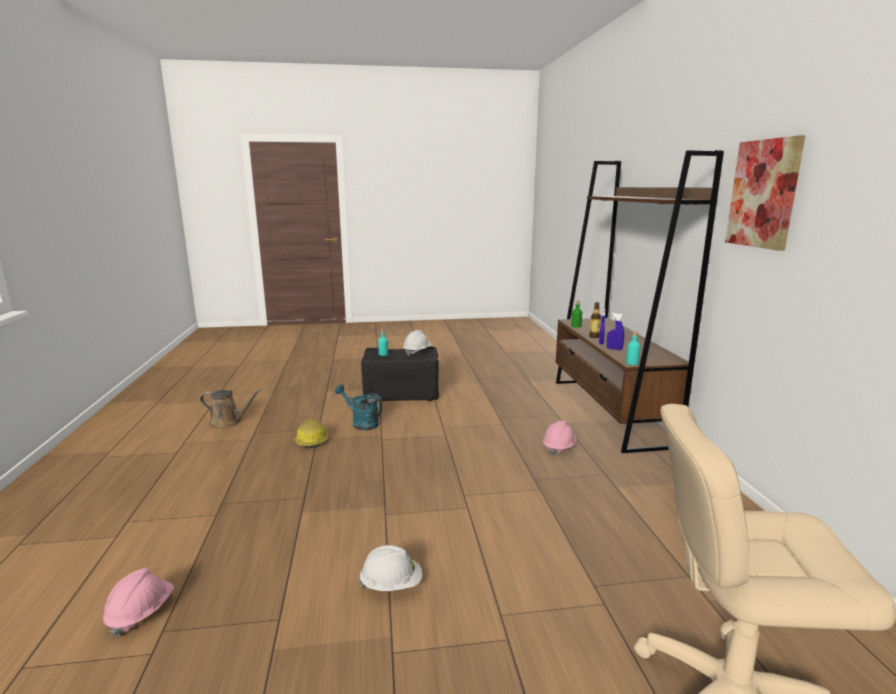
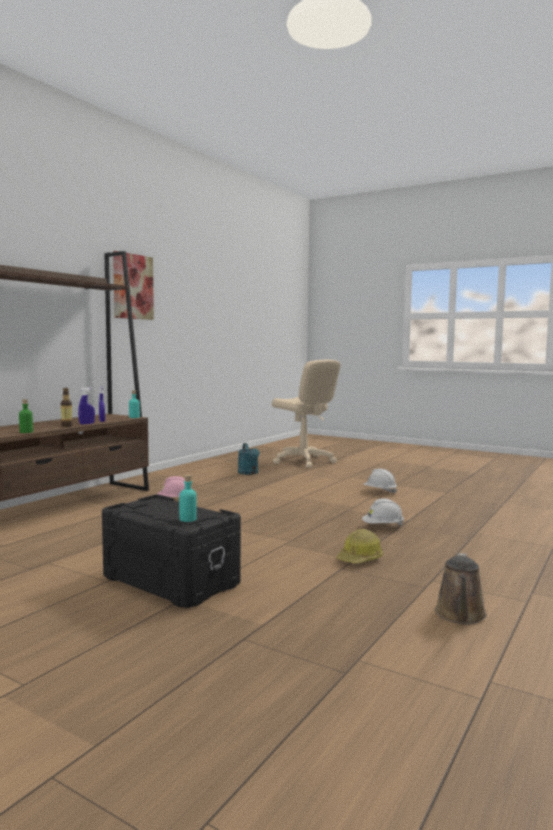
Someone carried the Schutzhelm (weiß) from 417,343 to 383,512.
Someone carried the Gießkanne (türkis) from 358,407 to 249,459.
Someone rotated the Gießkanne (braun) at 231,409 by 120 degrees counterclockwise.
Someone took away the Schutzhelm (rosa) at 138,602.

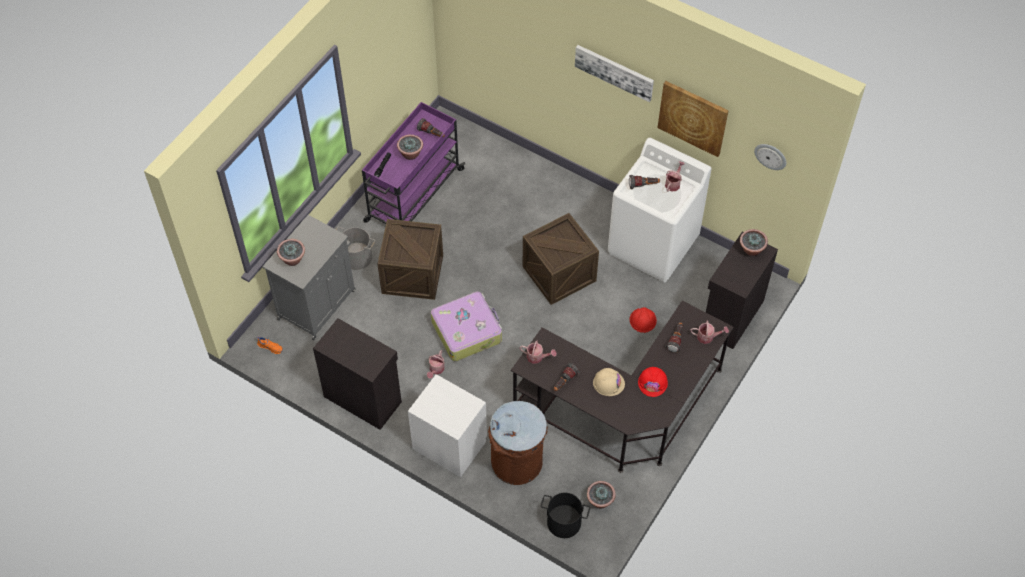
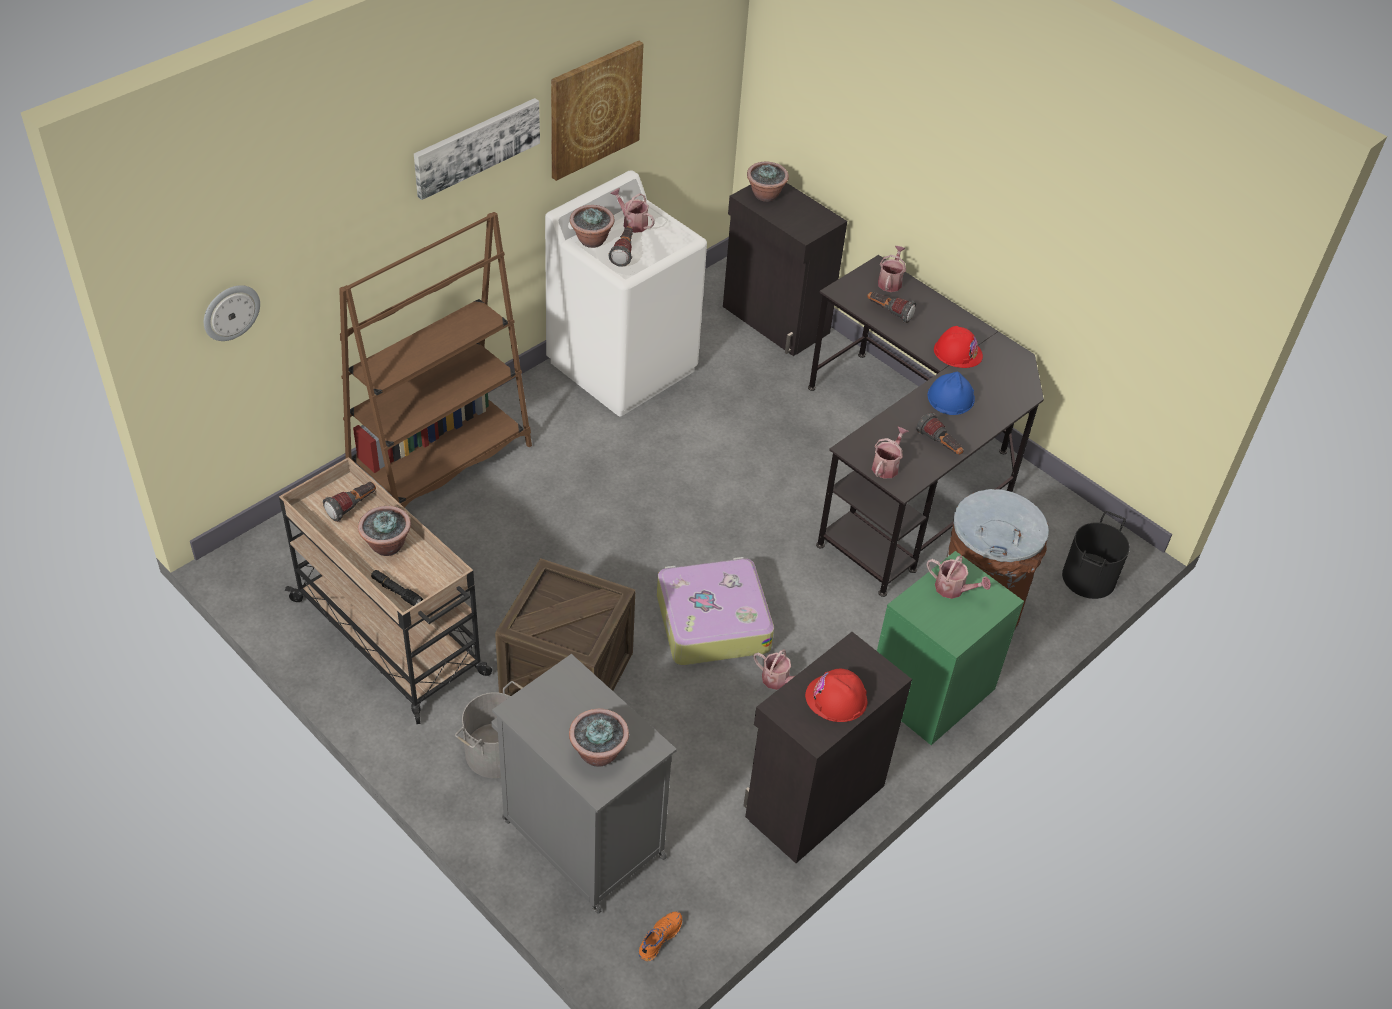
Someone repainted the Rollwagen (lila) at 413,163, which became the Rollwagen (beige) at 385,590.
Someone carried the Wanduhr from 770,157 to 232,313.
Someone took away the Kiste at 561,259.
Someone carried the Schutzhelm (rot) from 643,320 to 836,695.
Someone repainted the Schutzhelm (beige) at 609,382, which became the Schutzhelm (blau) at 951,393.
Someone repainted the Nachttisch (weiß) at 447,425, which became the Nachttisch (grün) at 950,648.
Someone carried the Topfpflanze from 601,494 to 592,226.
Someone put down the Bücherregal (braun) at 435,360.
Someone put down the Gießkanne at 959,577.

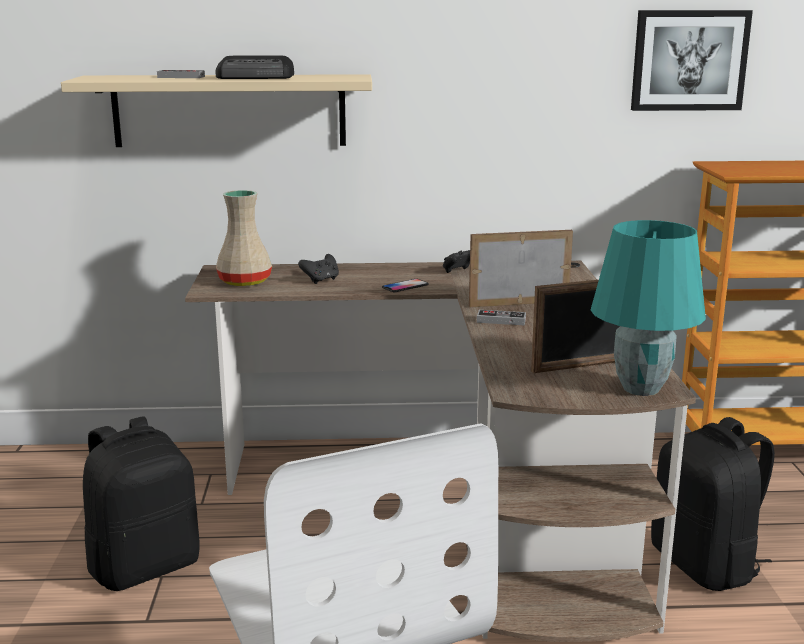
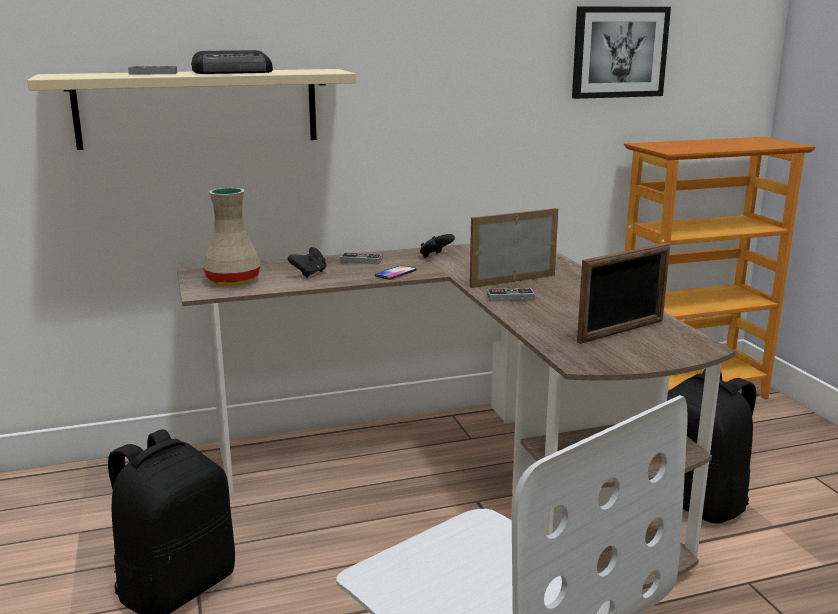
Someone took away the Tischlampe (türkis) at 648,308.
Someone put down the Gamepad at 361,258.

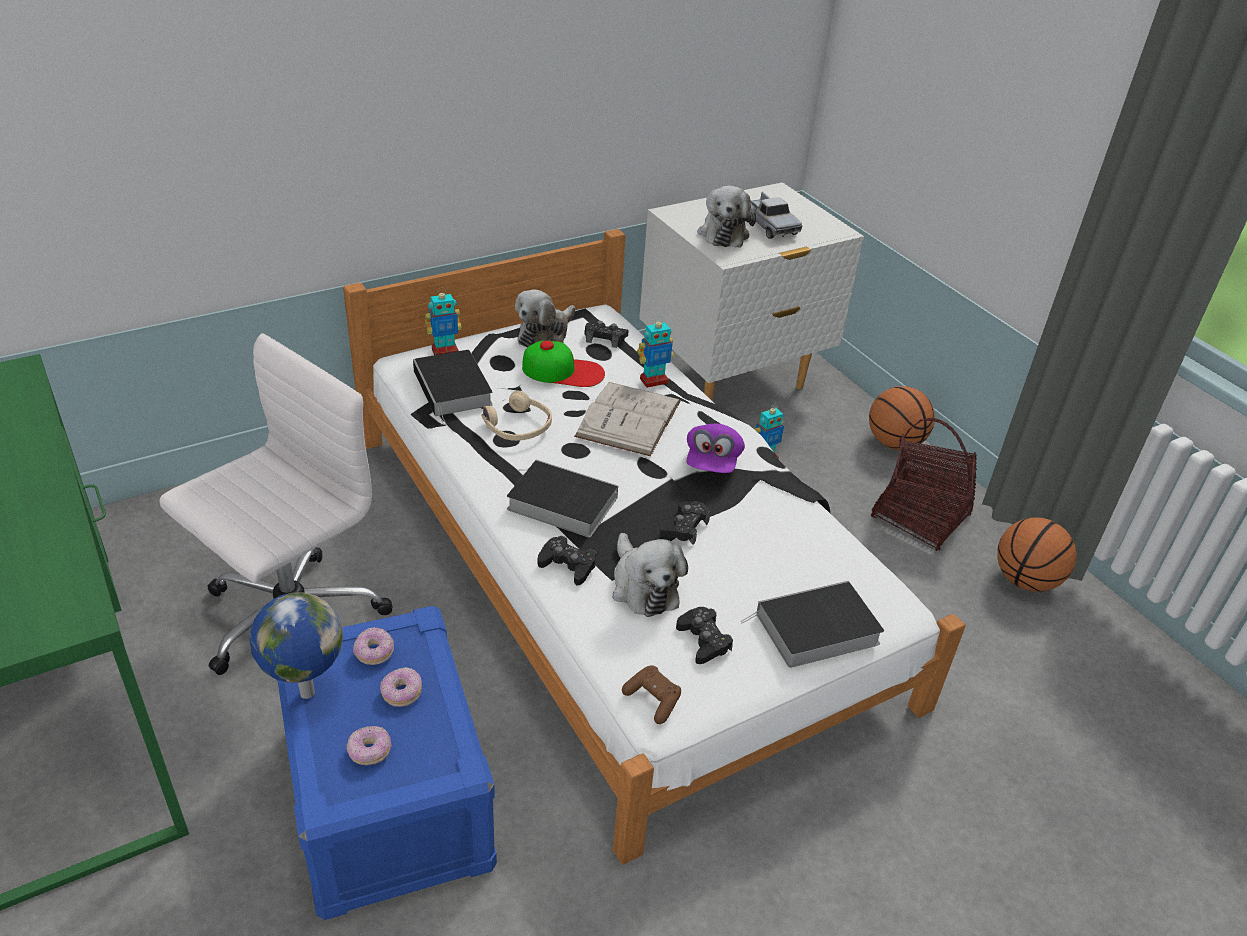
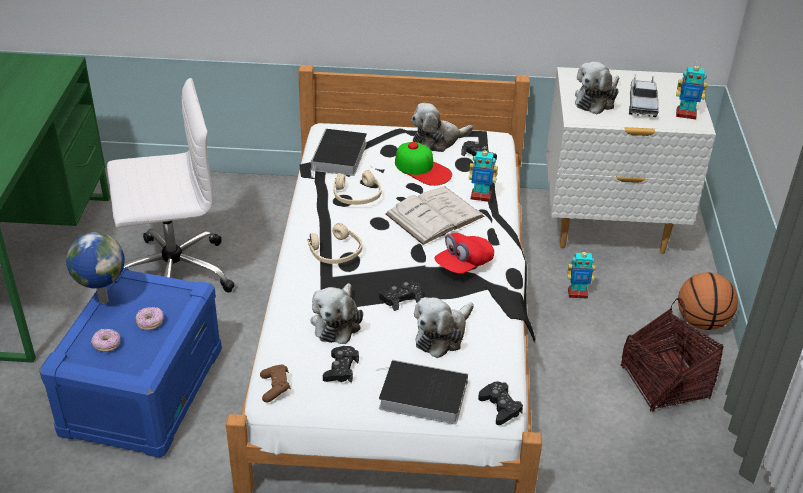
Someone carried the Spielzeugroboter from 443,321 to 691,90.
Someone repainted the Kappe (lila) at 716,448, which became the Kappe (rot) at 464,253.
Someone swapped the Buch at 562,498 for the Kopfhörer (beige) at 334,243.
Someone took away the Basketball at 1036,554.
Someone carried the Gamepad (schwarz) from 567,561 to 500,403.
Someone took away the Donut at 373,646.
Someone put down the Plüschtier at 444,327.

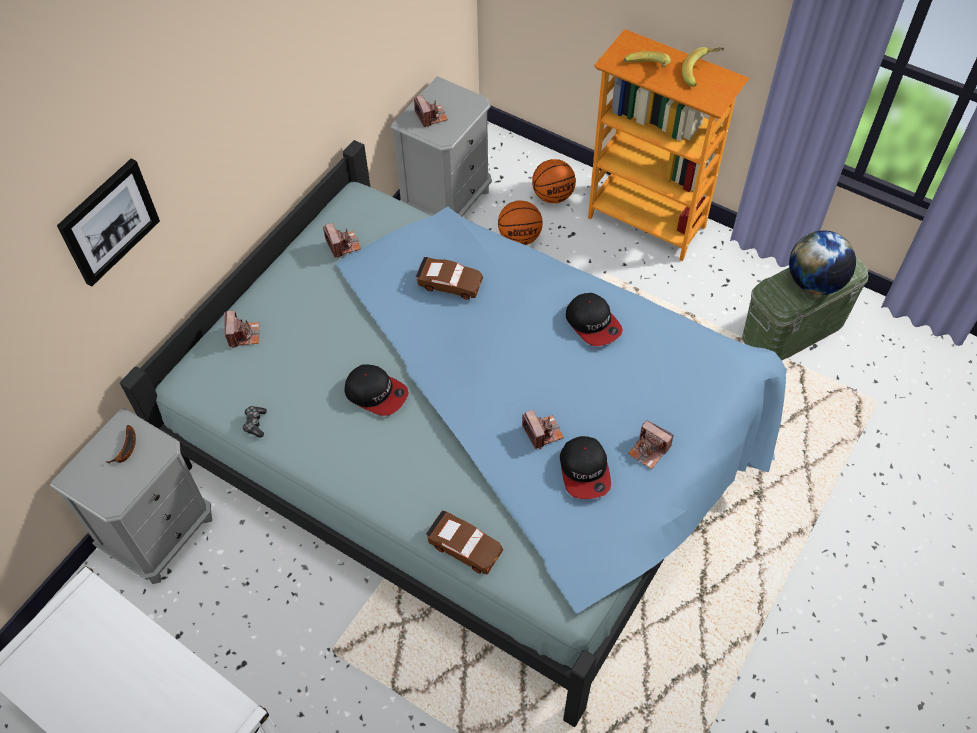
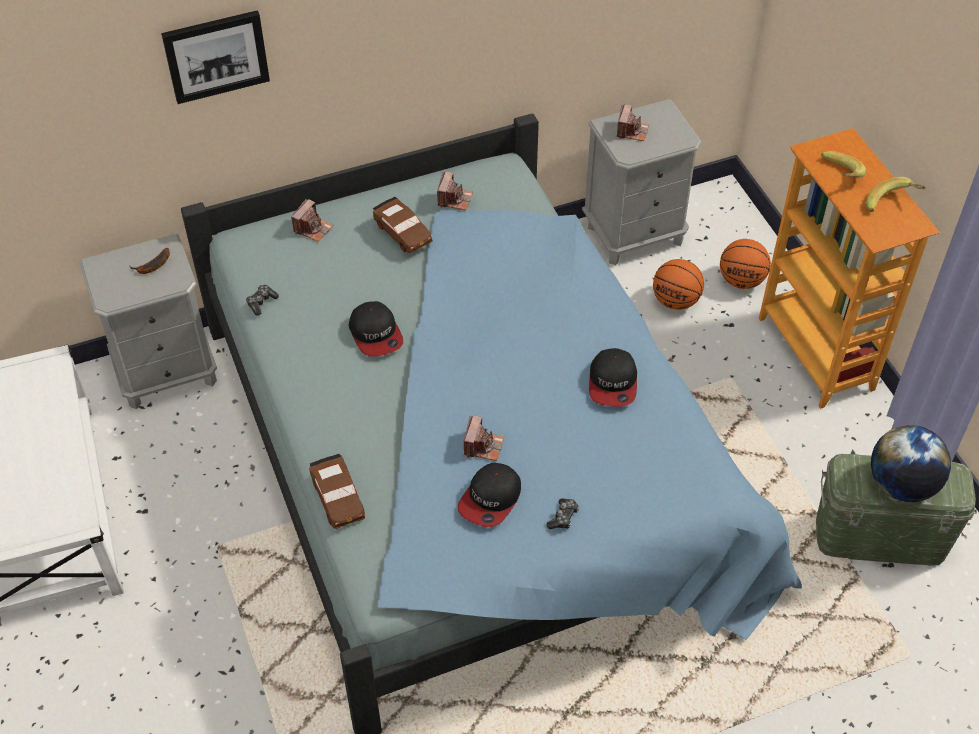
Someone carried the Spielzeugauto (braun) from 449,278 to 403,225.
Someone swapped the Kamera at 650,444 for the Gamepad at 562,513.

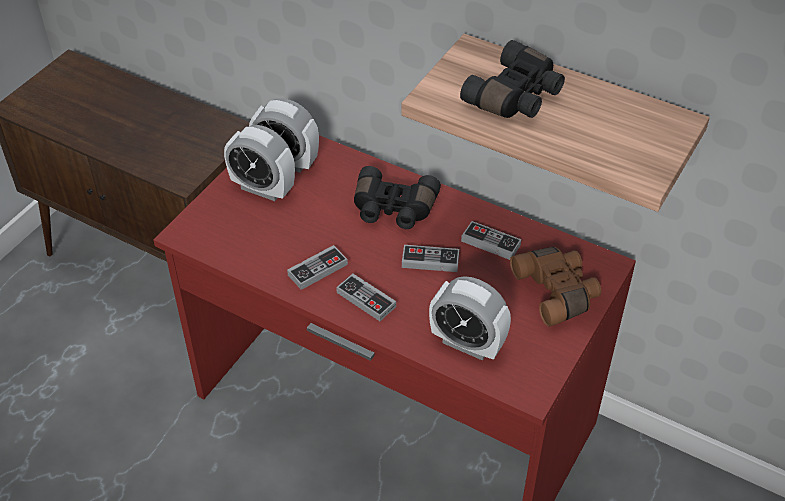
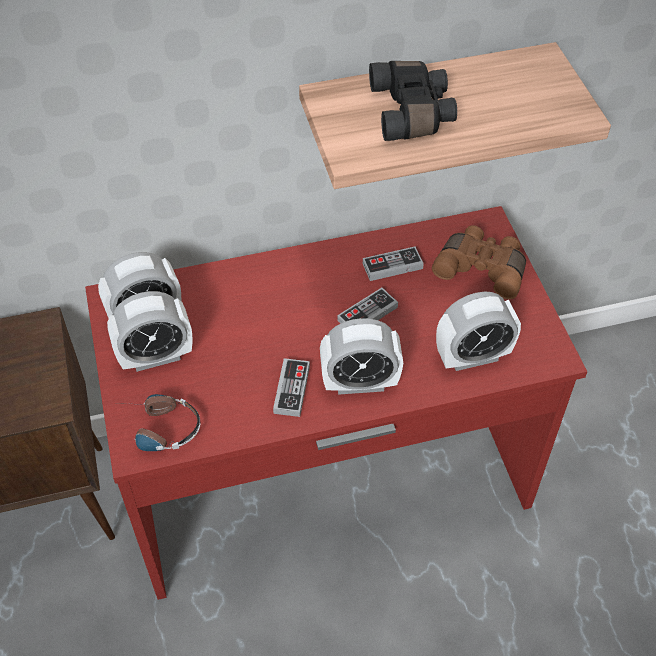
Someone took away the Fernglas (schwarz) at 397,197.
Someone swapped the Gamepad at 366,297 for the Wecker at 361,356.
Someone put down the Kopfhörer at 162,422.

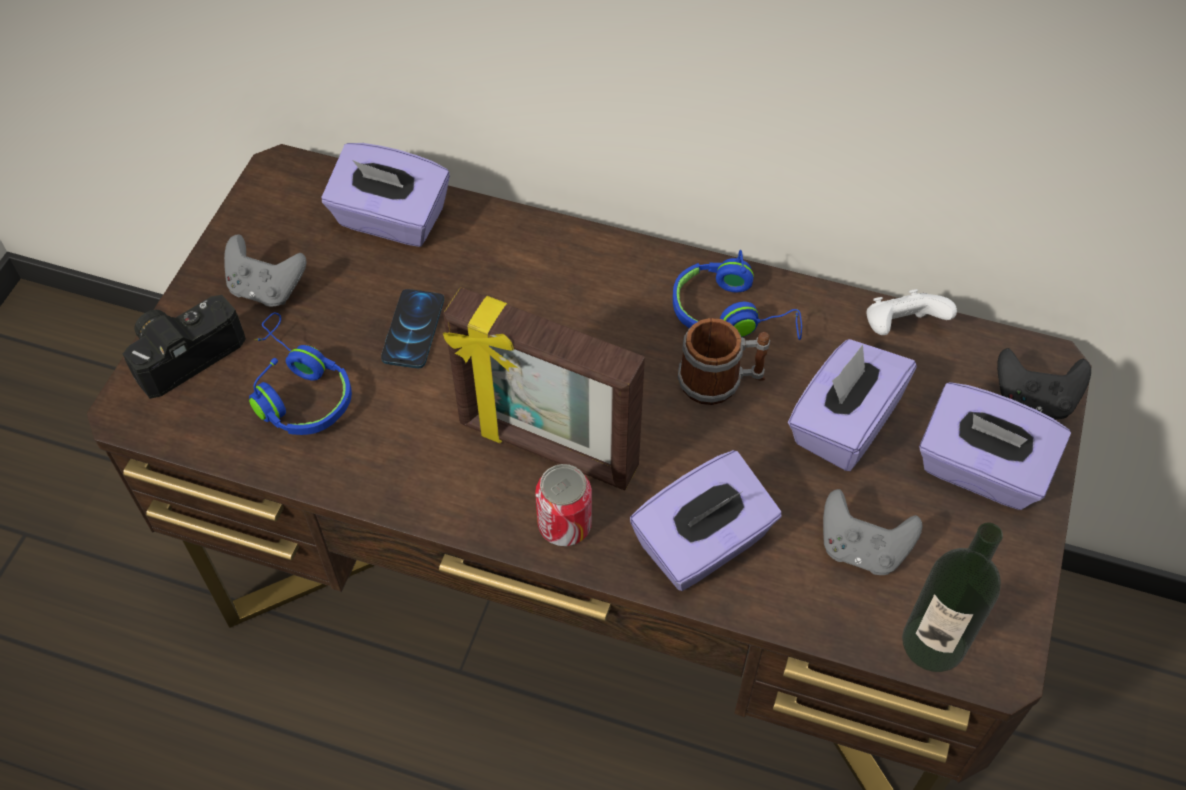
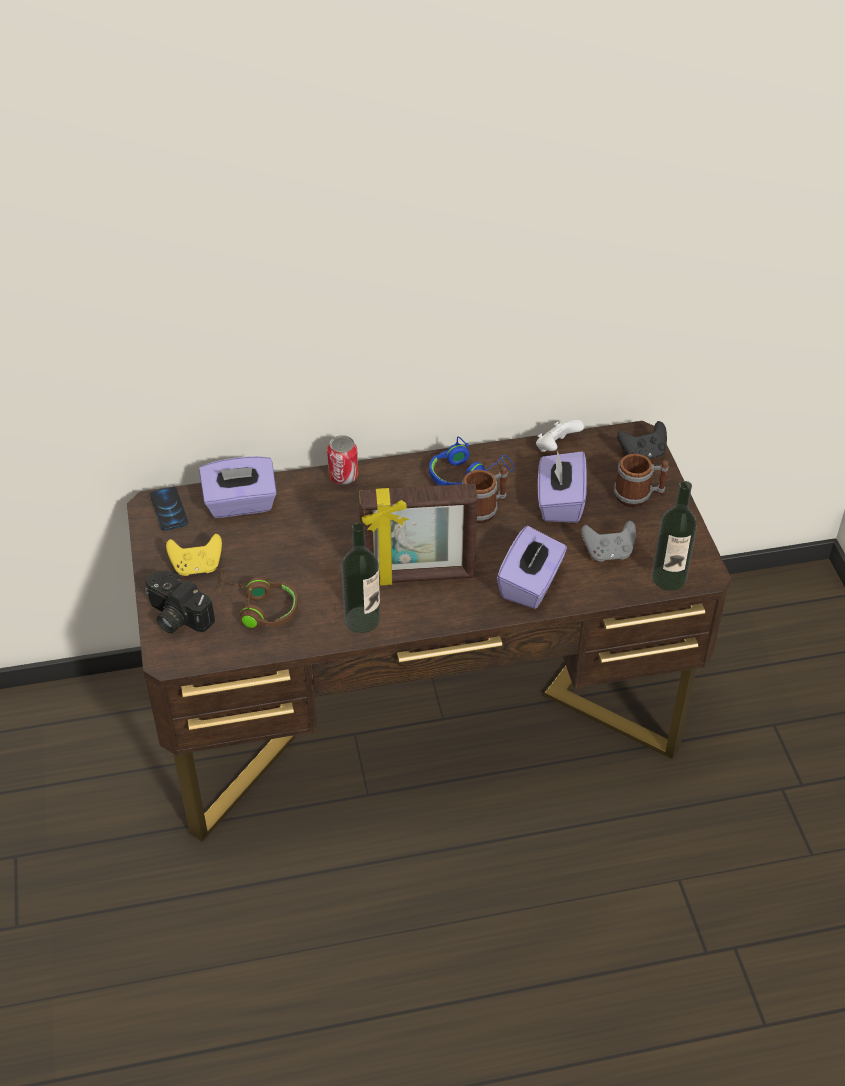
Someone repainted the Gamepad (grau) at 265,270, which became the Gamepad (gelb) at 194,555.
Someone carried the Handy from 412,328 to 169,508.
Someone rotated the Kamera at 184,347 by 75 degrees counterclockwise.
Someone repainted the Kopfhörer (blau) at 300,374, which became the Kopfhörer (braun) at 258,599.
Someone swapped the Taschentuchbox (lila) at 995,446 for the Henkelbecher at 641,480.
Someone carried the Dose from 563,505 to 342,460.
Someone put down the Flasche at 360,578.

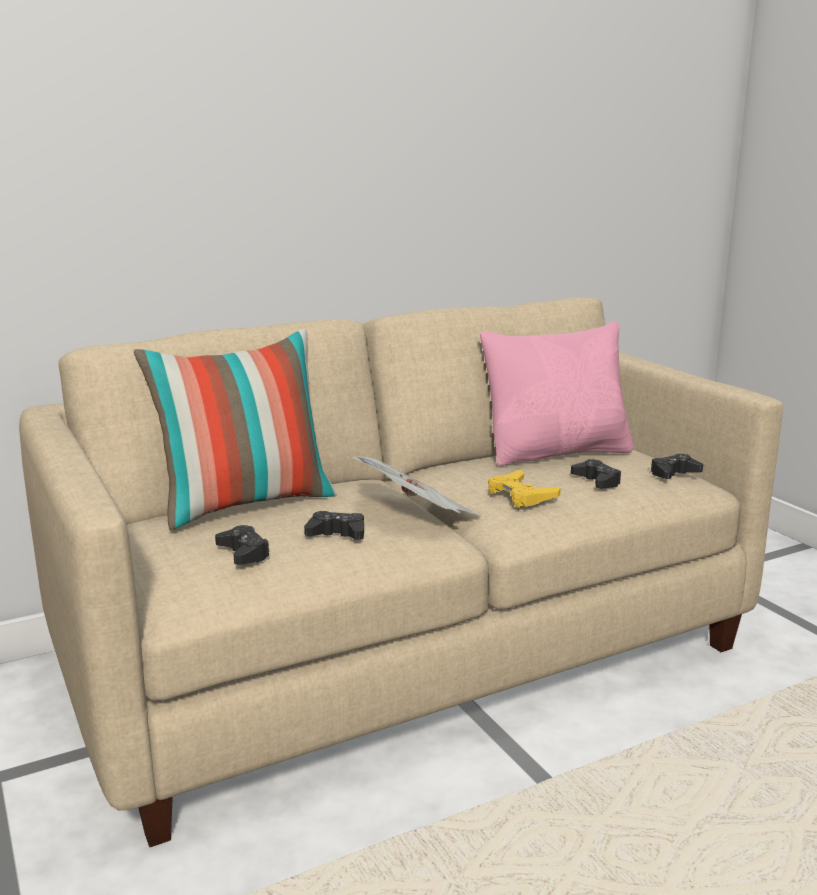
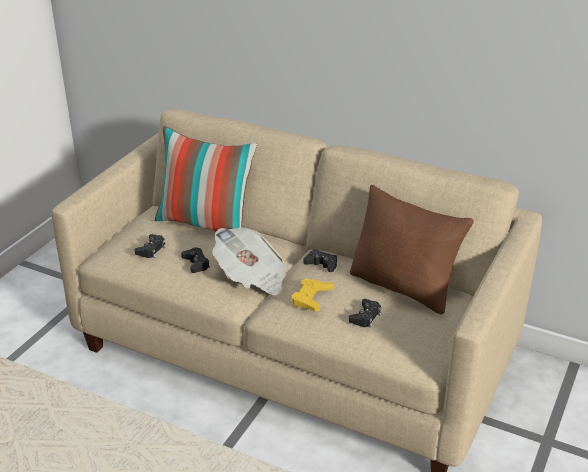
Someone repainted the Kissen (rosa) at 557,393, which became the Kissen (braun) at 412,249.
Someone carried the Gamepad (schwarz) from 677,466 to 320,260.

